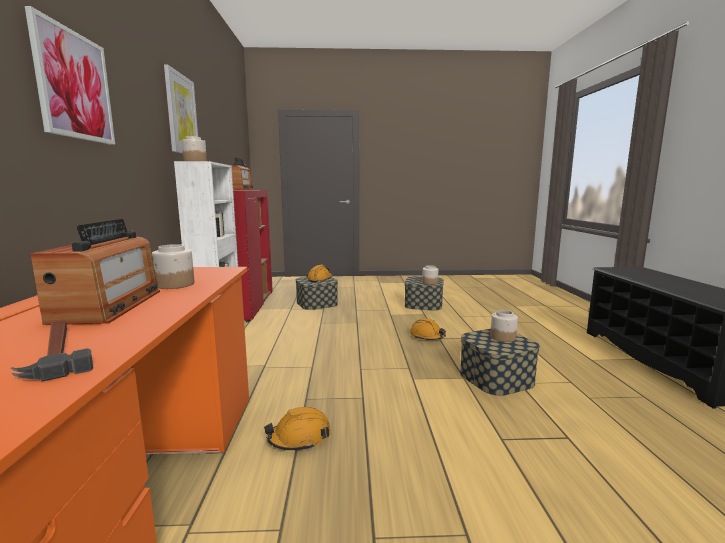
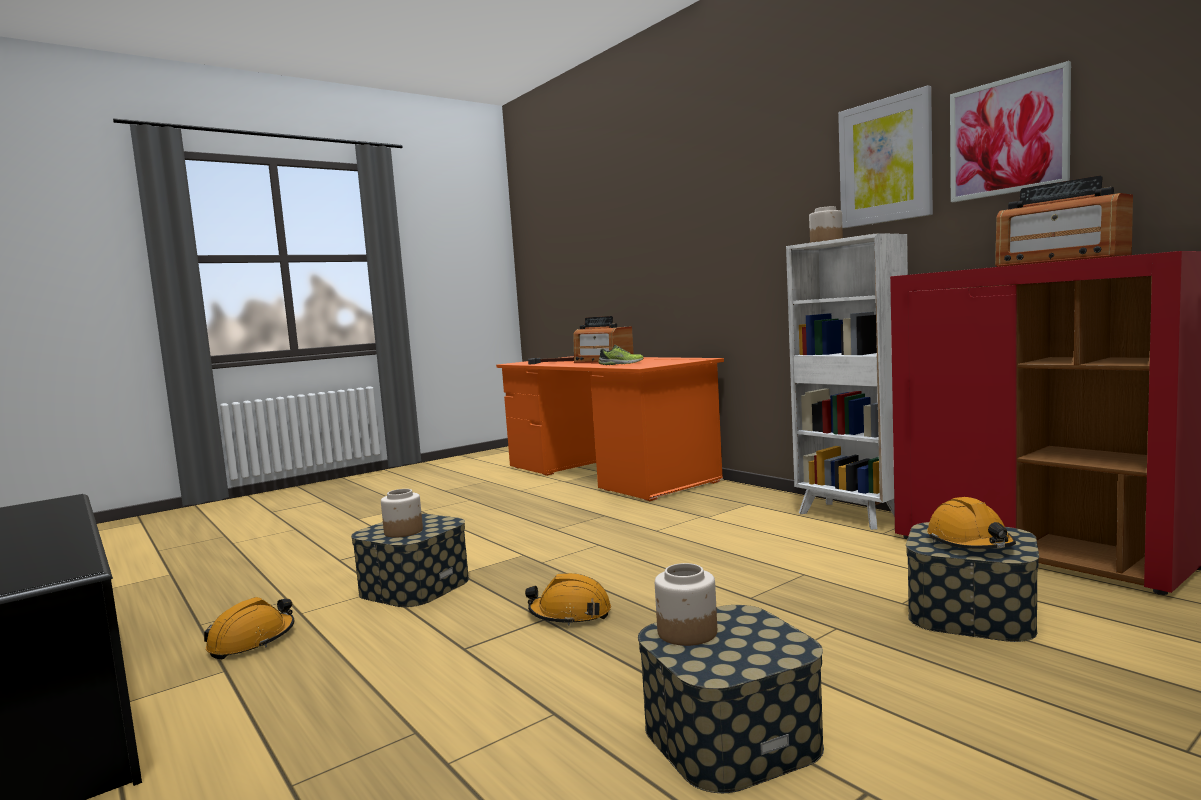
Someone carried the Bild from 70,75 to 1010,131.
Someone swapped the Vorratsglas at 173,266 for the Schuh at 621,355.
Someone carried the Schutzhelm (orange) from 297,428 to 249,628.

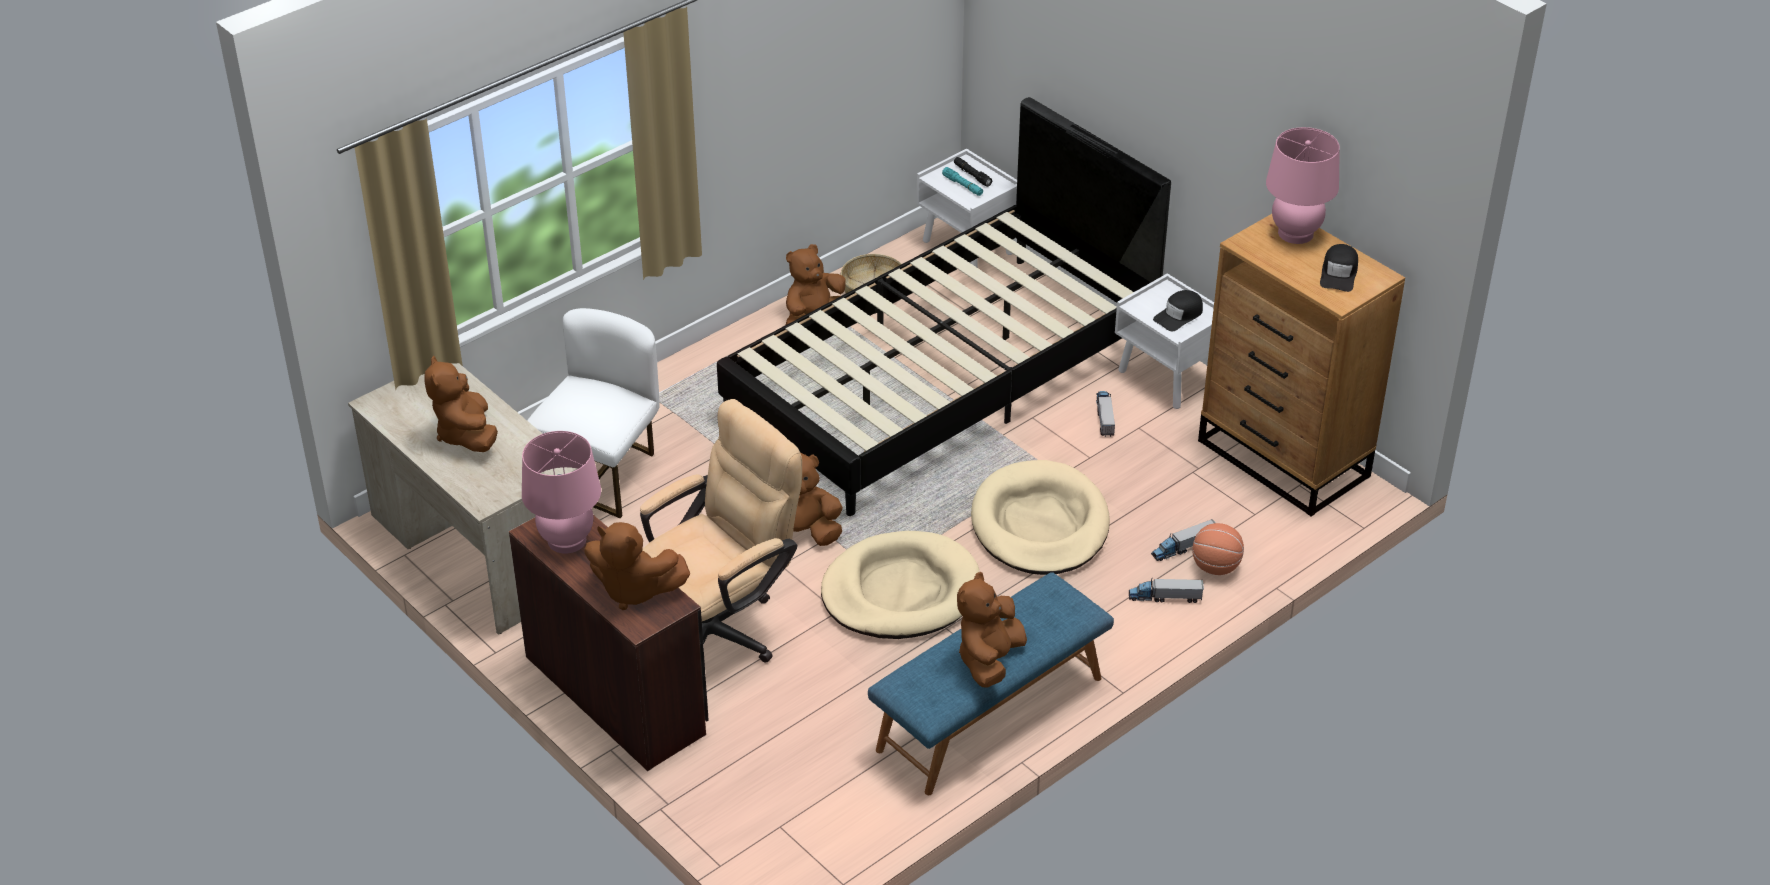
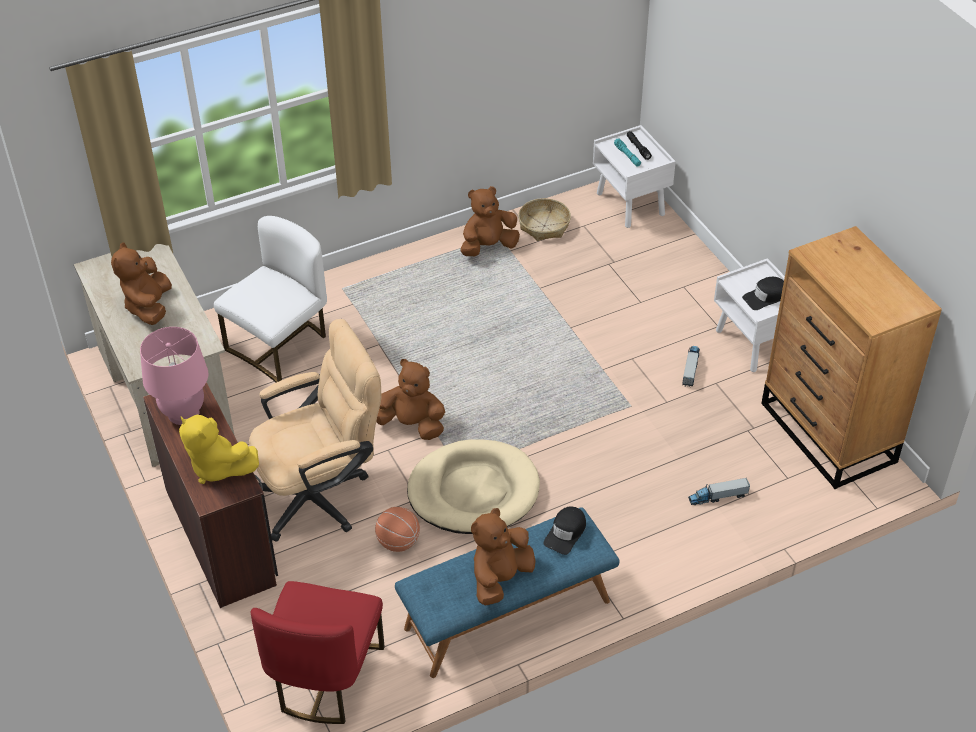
Someone took away the Bett (schwarz) at 944,306.
Someone took away the Tischlampe (rosa) at 1303,185.
Someone carried the Kappe (schwarz) from 1339,268 to 565,531.
Someone took away the Hundebett (beige) at 1040,517.
Someone repainted the Plüschtier (braun) at 637,566, which became the Plüschtier (gelb) at 219,449.
Someone carried the Basketball from 1218,549 to 397,529.
Someone took away the Spielzeuglaster at 1166,590.
Someone put down the Stuhl (rot) at 318,652.

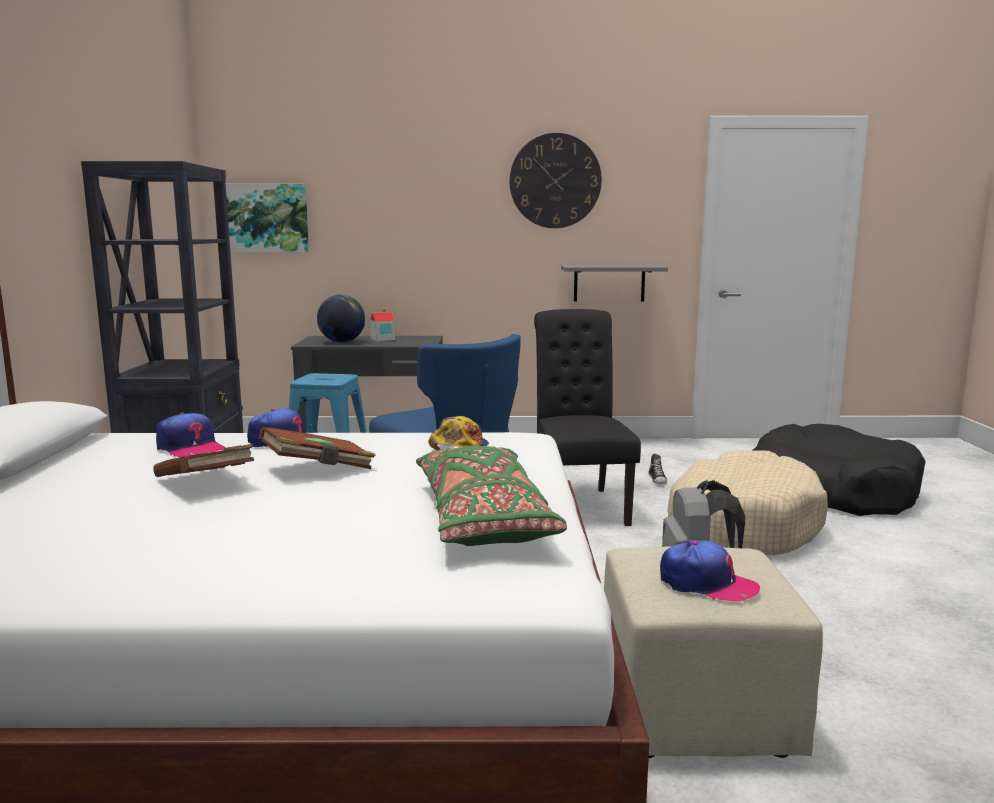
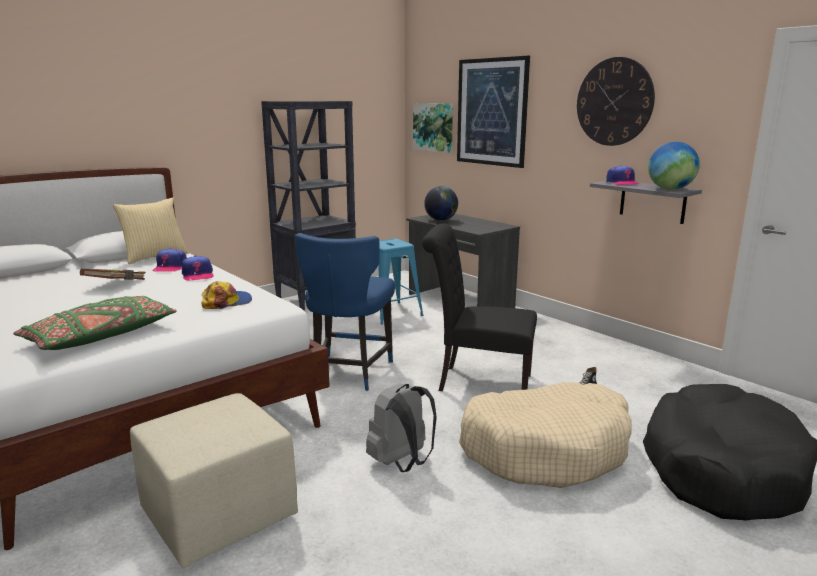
Someone took away the Spielzeughaus at 382,324.
Someone rotated the Stuhl (schwarz) at 587,417 by 120 degrees counterclockwise.
Someone took away the Buch (braun) at 317,447.
Someone carried the Kappe from 710,571 to 622,175.
Someone put up the Bild at 493,112.
Someone put down the Globus at 674,166.
Someone put down the Kissen at 151,230.

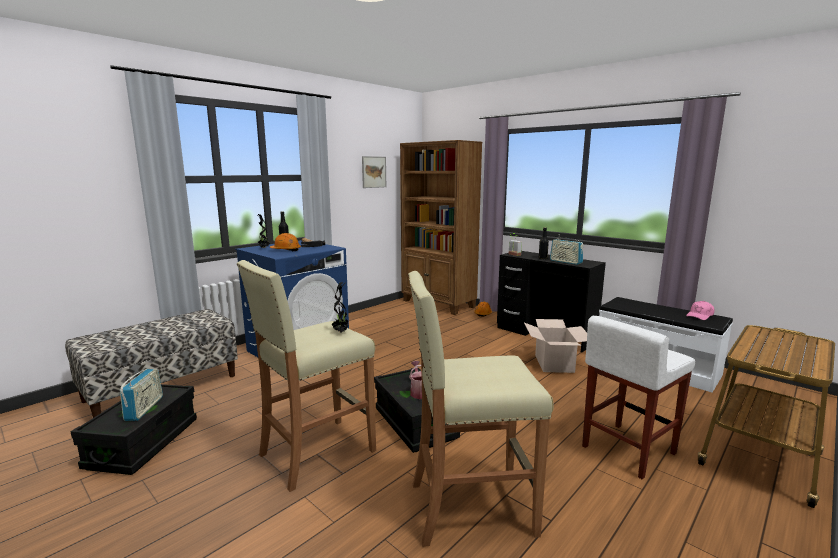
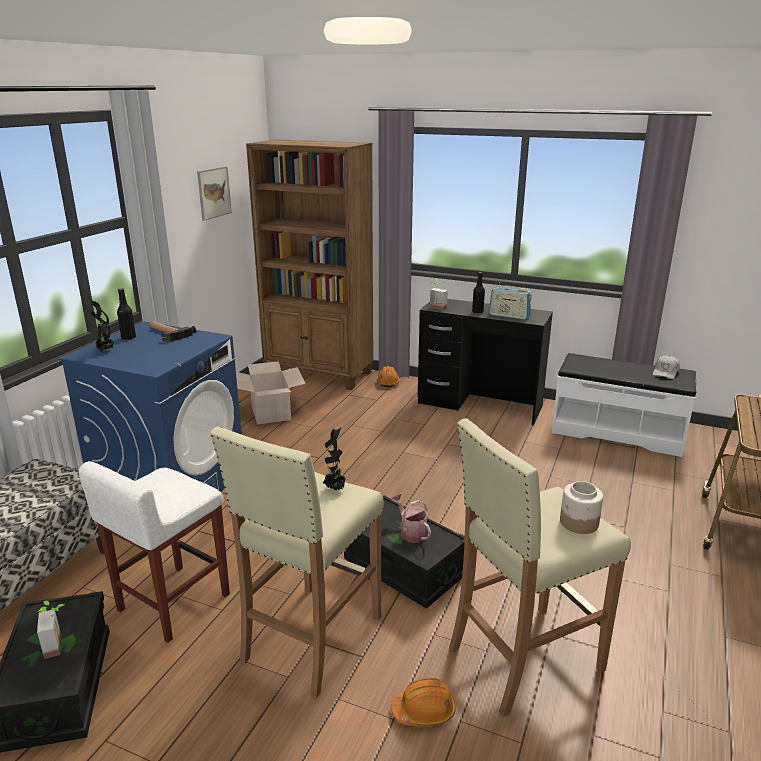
Someone carried the Schutzhelm (orange) from 285,242 to 423,701.
Someone repainted the Kappe (rosa) at 700,310, which became the Kappe (weiß) at 666,367.
Someone carried the Hocker (weiß) from 638,397 to 154,552.
Someone carried the Karton from 555,346 to 271,393.
Someone swapped the Radio at 141,394 for the Topfpflanze at 50,630.
Someone put down the Vorratsglas at 581,507.

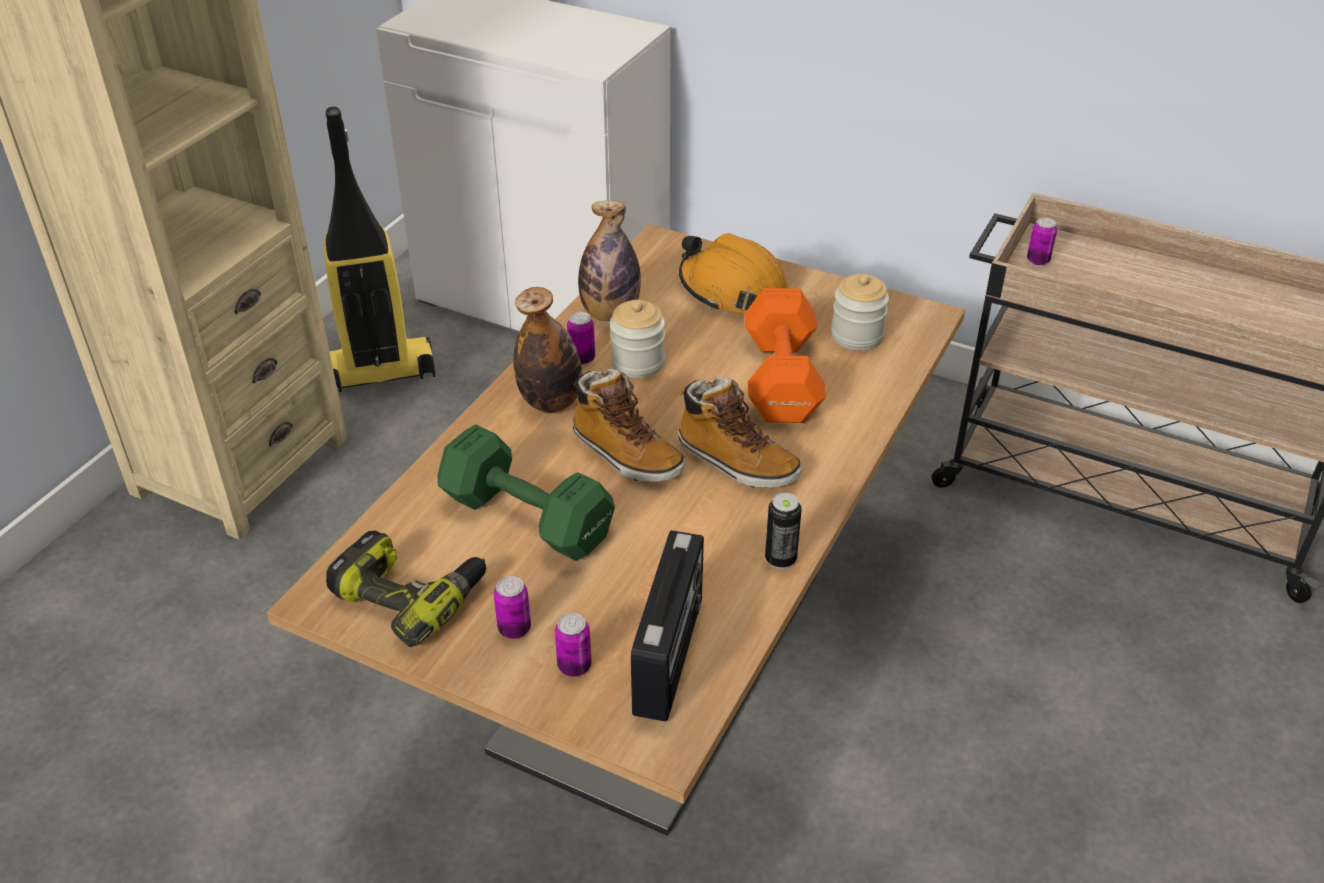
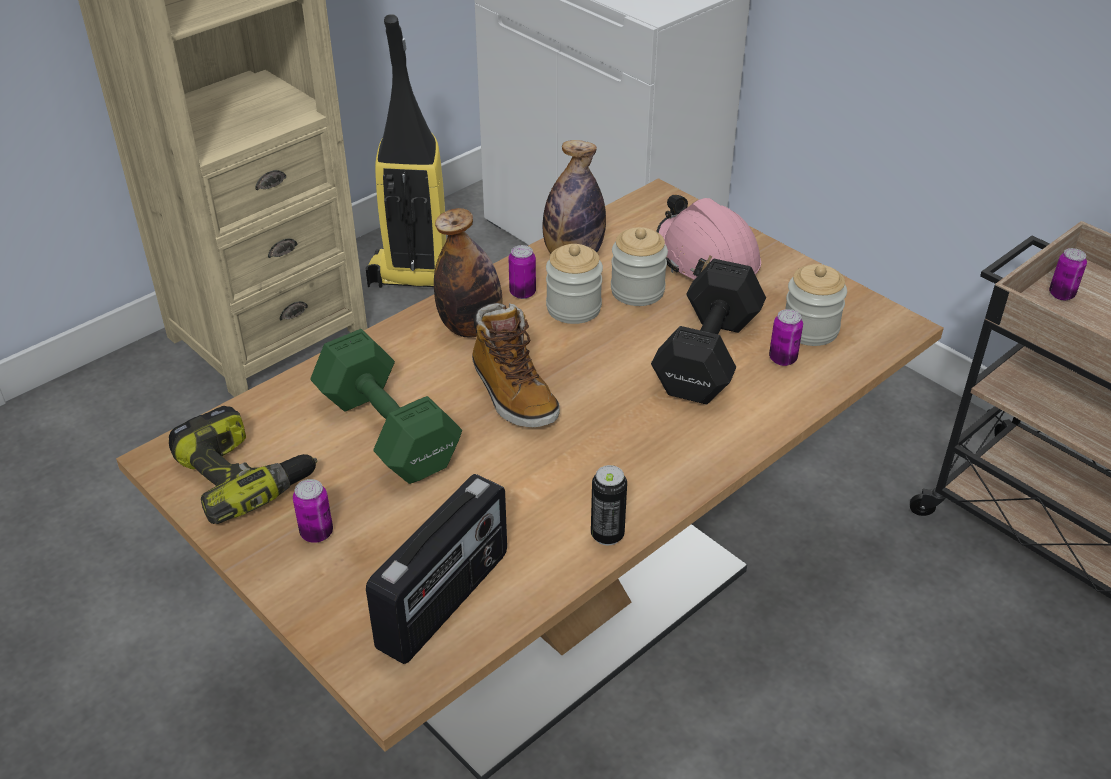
Someone repainted the Schutzhelm (orange) at 733,273, which became the Schutzhelm (rosa) at 708,237.
Someone repainted the Hantel (orange) at 785,355, which became the Hantel (schwarz) at 708,332.
Someone took away the Stiefel at 740,432.
Someone carried the Dose from 573,645 to 786,337.
Someone put down the Vorratsglas at 639,266.

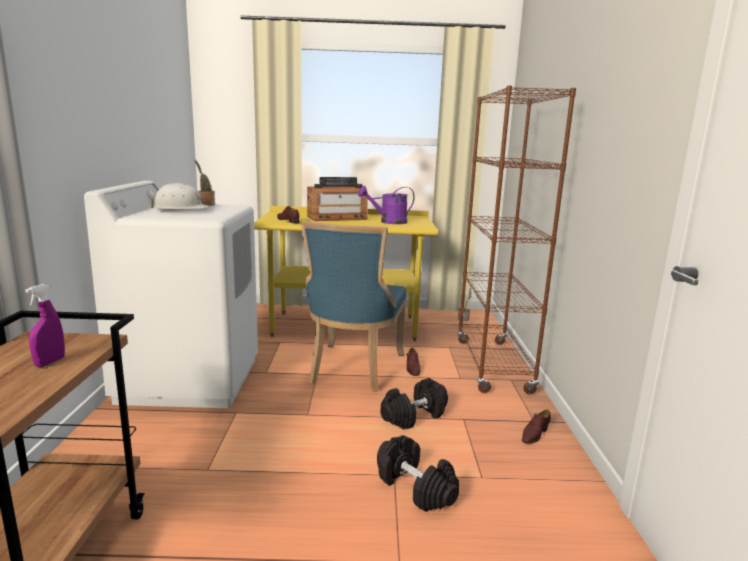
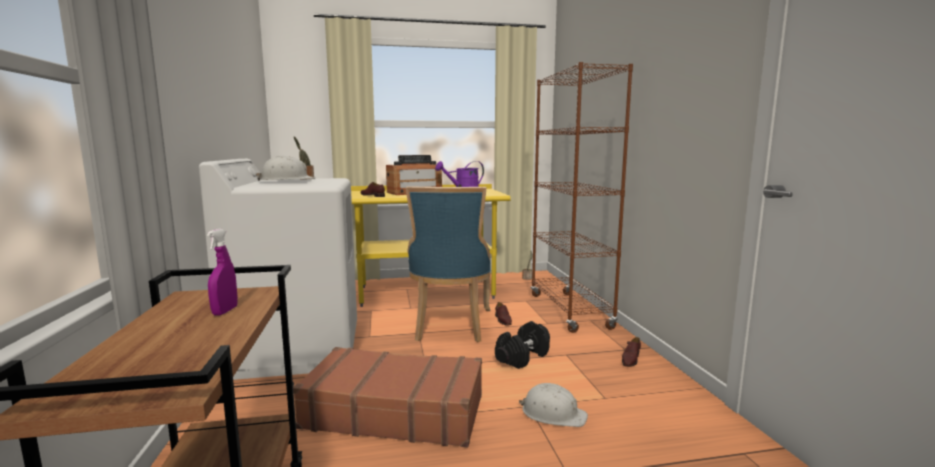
Someone swapped the Hantel (schwarz) at 418,473 for the Schutzhelm (weiß) at 553,405.
Someone put down the Koffer (braun) at 387,397.

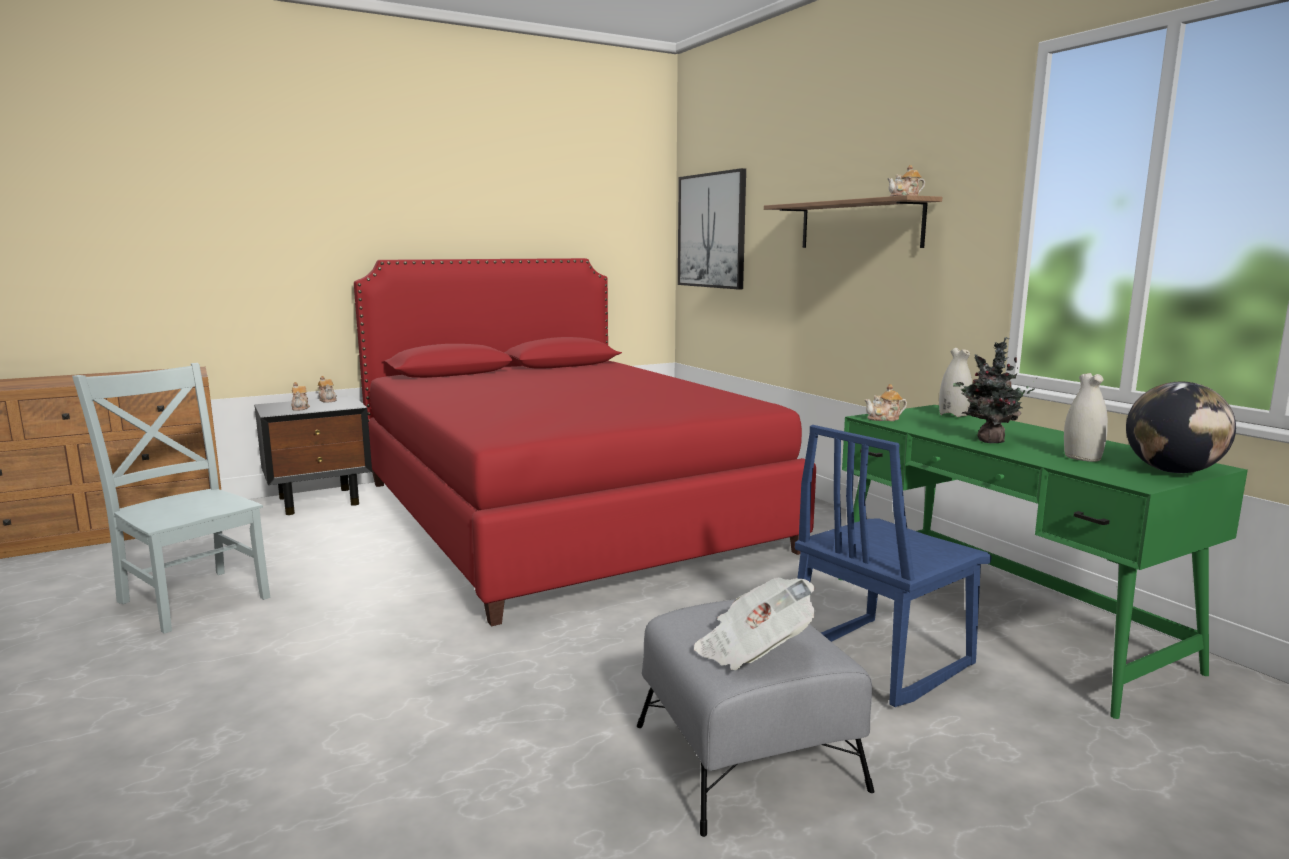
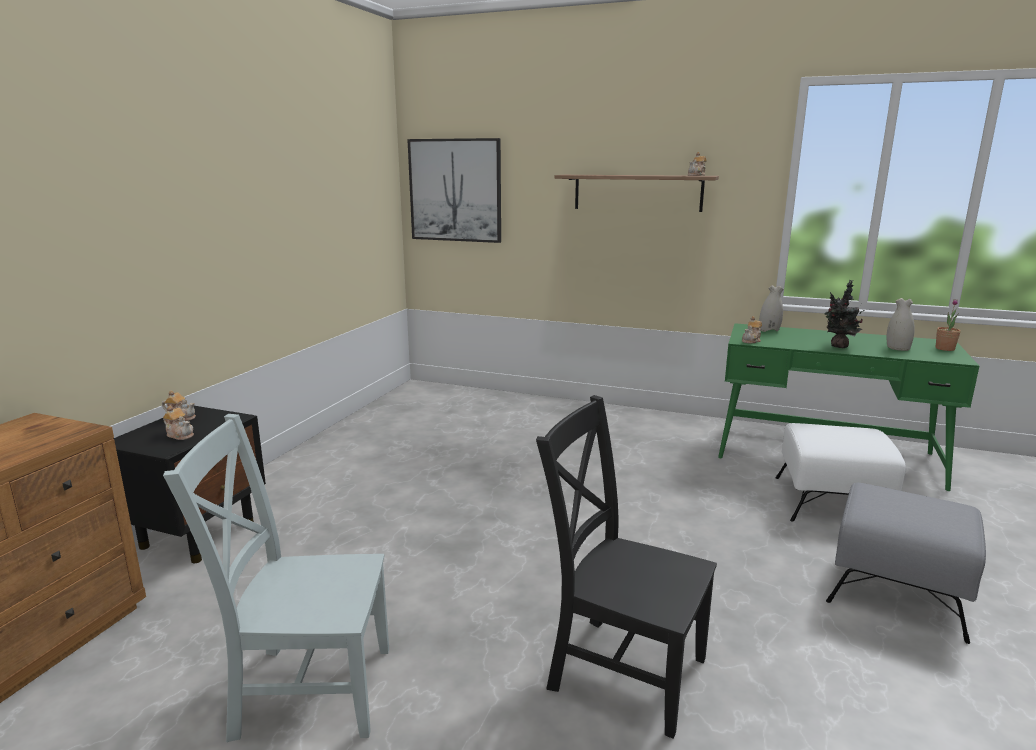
Someone took away the Bett (rot) at 585,442.
Someone swapped the Globus at 1181,427 for the Topfpflanze at 948,325.
Someone swapped the Stuhl (blau) at 893,566 for the Polsterhocker (weiß) at 841,472.
Someone took away the Zeitung at 754,624.
Someone put down the Stuhl (schwarz) at 626,567.

